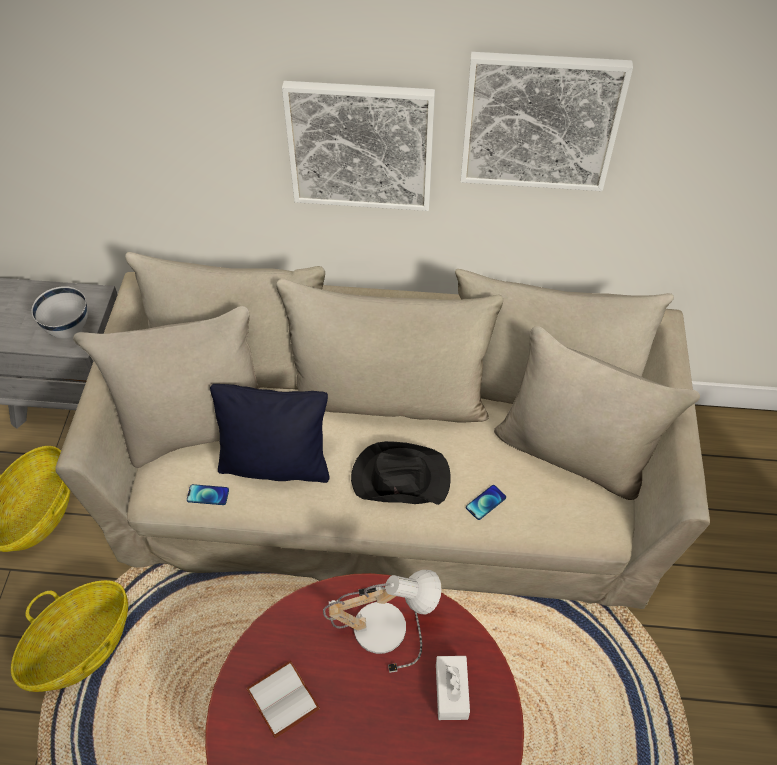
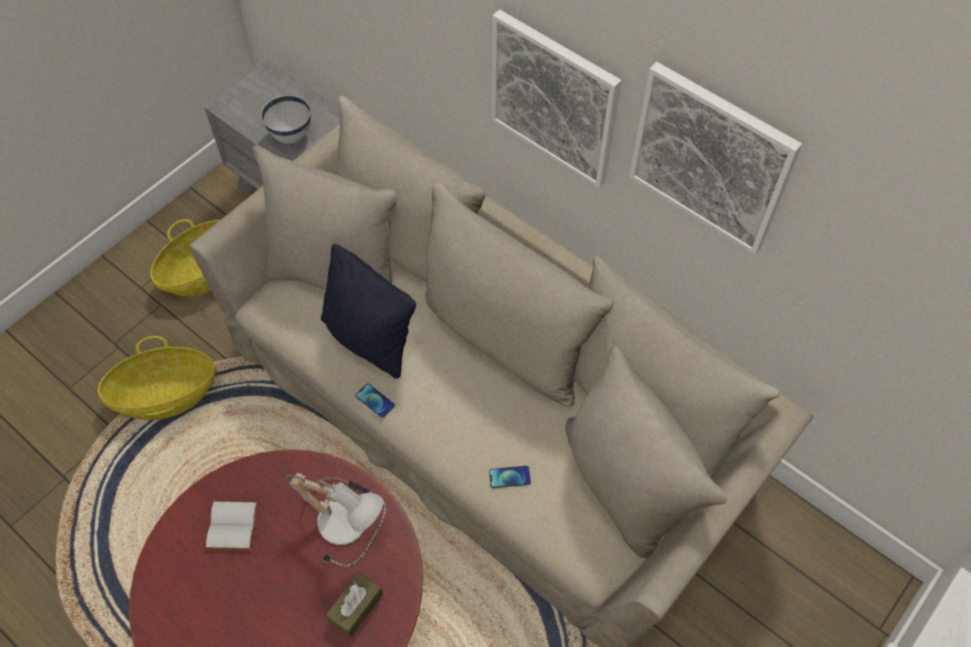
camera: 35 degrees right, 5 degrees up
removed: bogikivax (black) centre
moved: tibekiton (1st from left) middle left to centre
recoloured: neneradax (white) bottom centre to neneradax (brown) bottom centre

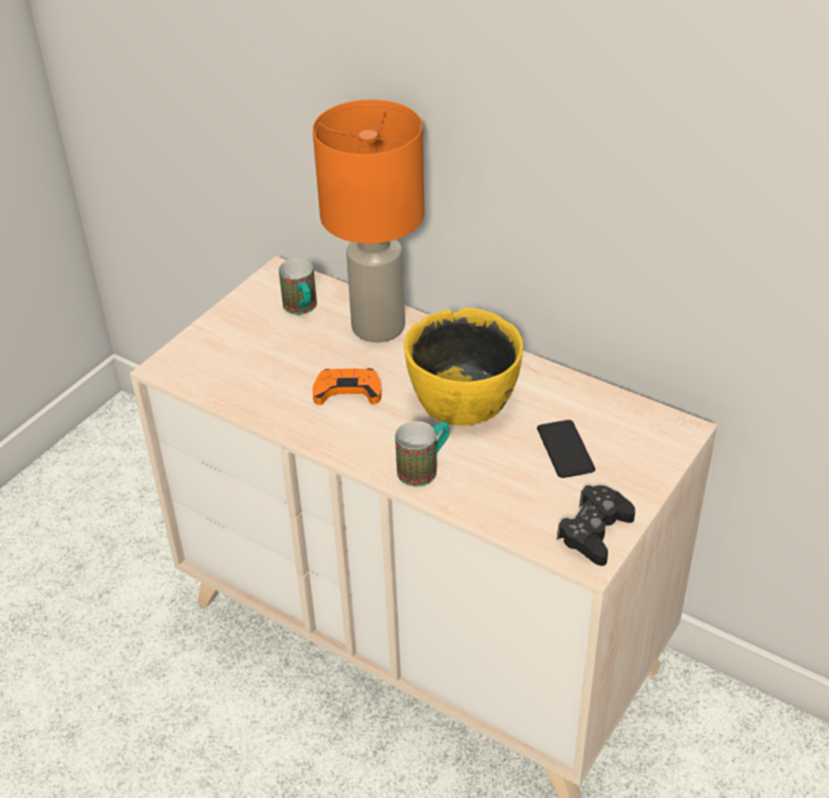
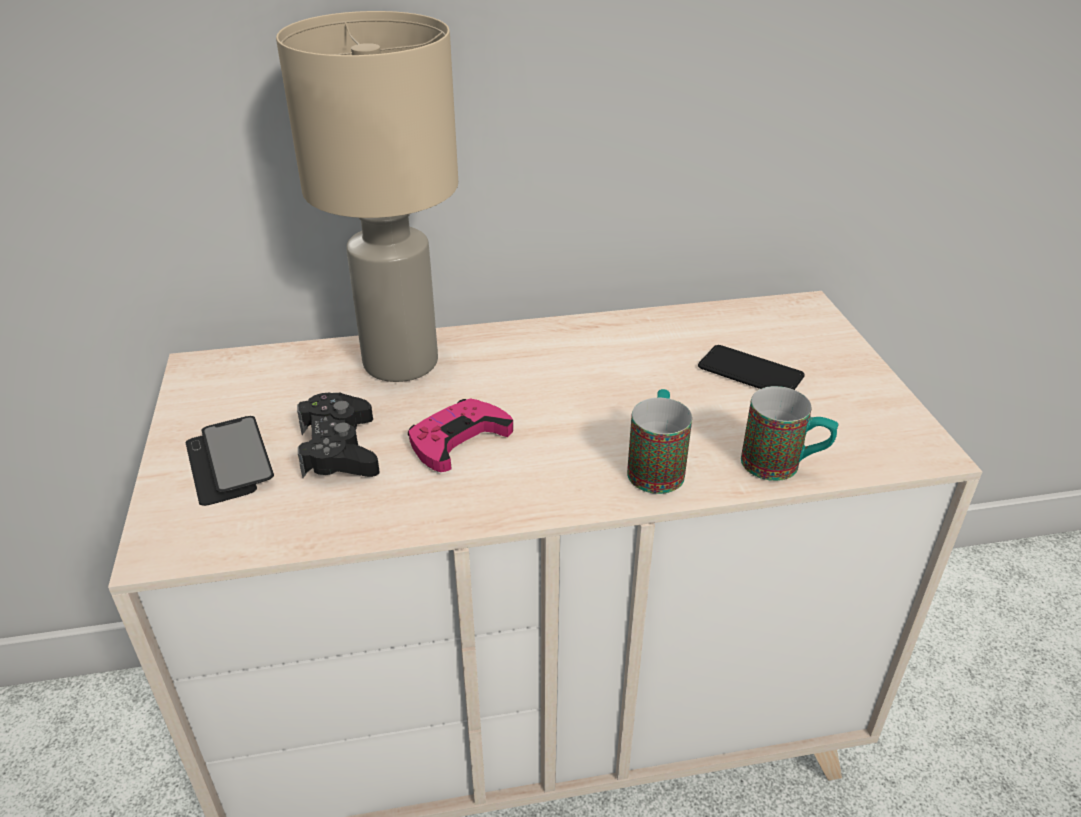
camera: 45 degrees left, 5 degrees down
removed: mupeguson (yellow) centre
added: tibekiton (1st from left) middle left
moved: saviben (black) middle right to middle left; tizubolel (1st from left in the first image) centre to tizubolel (2nd from left) middle right
recoloured: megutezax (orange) top centre to megutezax (beige) top centre; saviben (orange) centre to saviben (pink) centre

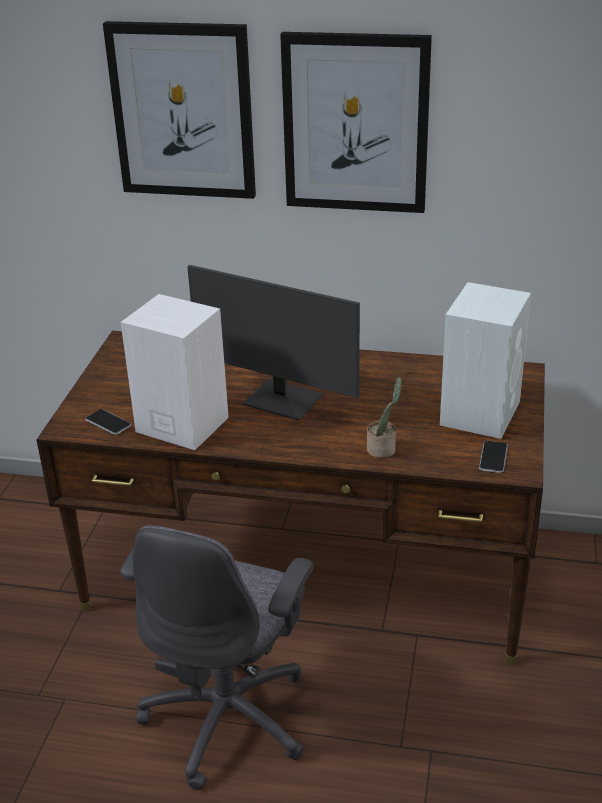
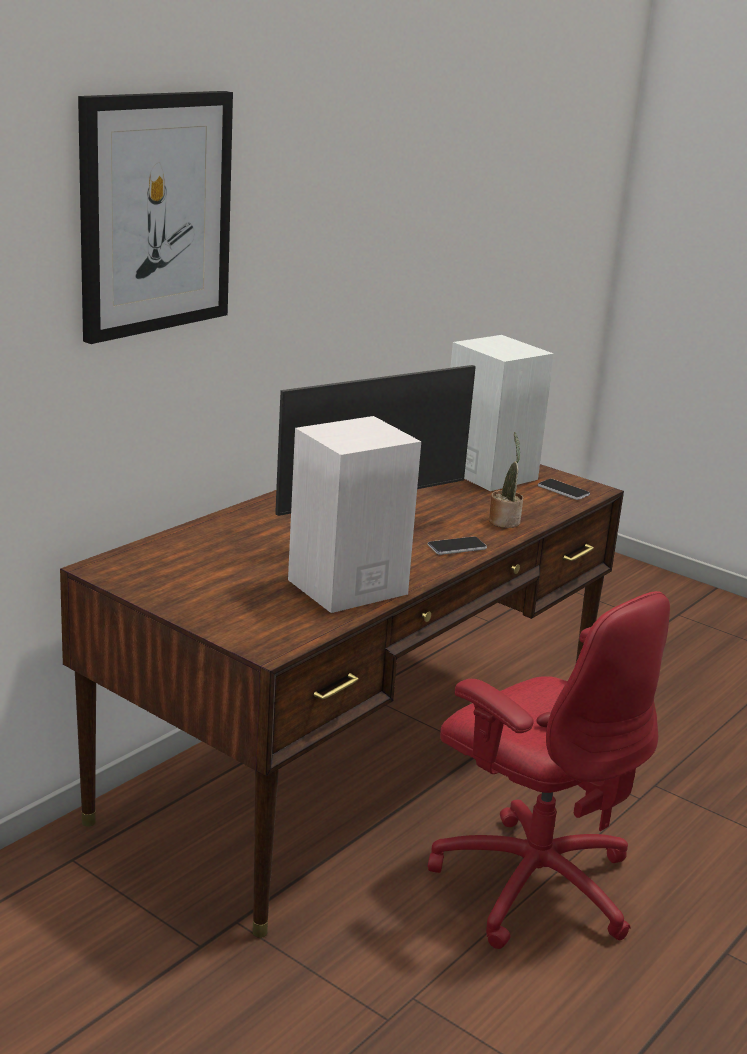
camera: 65 degrees left, 10 degrees down
removed: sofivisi (2nd from left) top centre
moved: tibekiton (1st from left) middle left to centre
recoloured: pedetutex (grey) bottom centre to pedetutex (red) bottom right

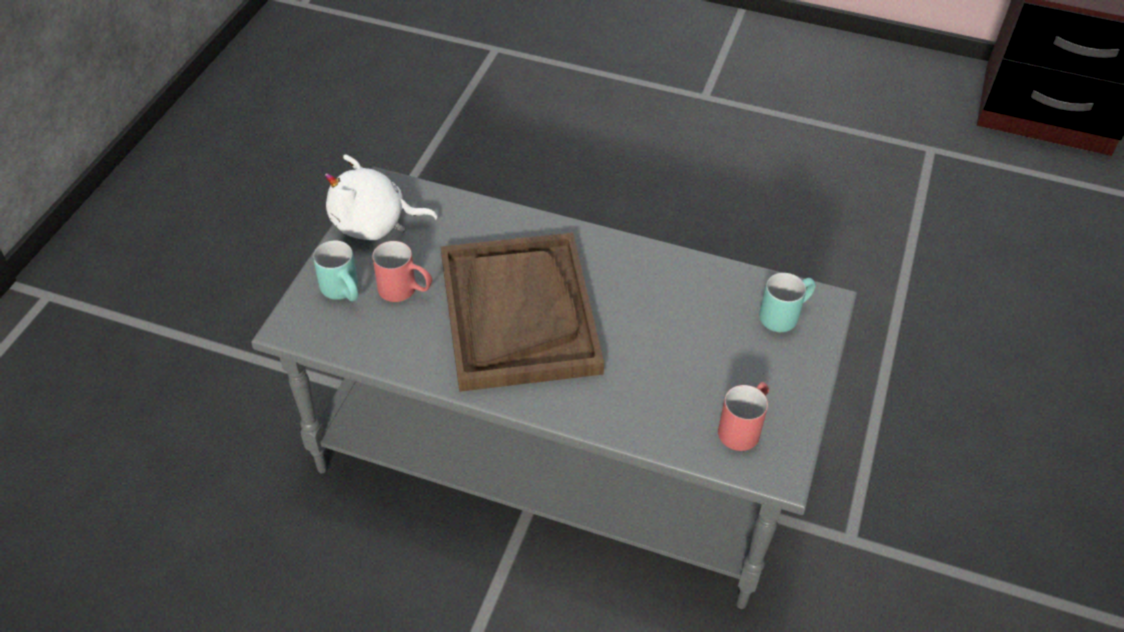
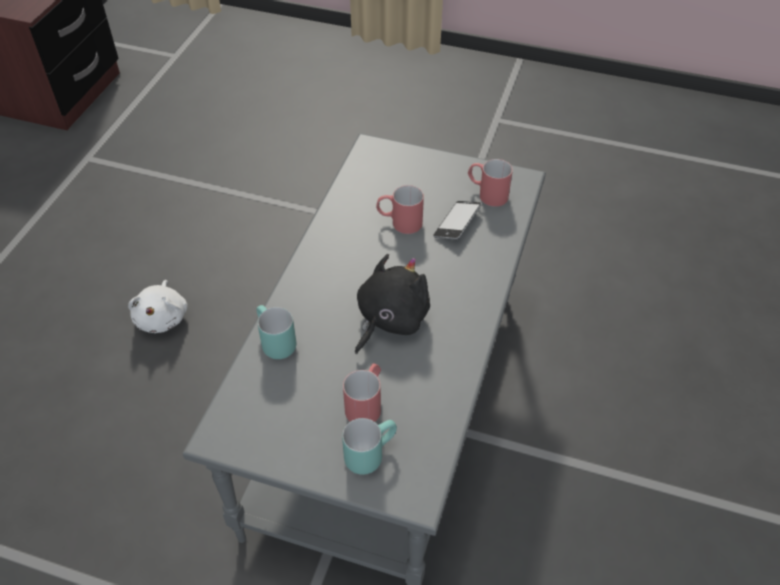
camera: 90 degrees left, 0 degrees up
added: tizubolel (red) (2nd from left) centre; tibekiton centre
moved: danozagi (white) top centre to middle left; tizubolel (turquoise) (2nd from left in the first image) middle right to tizubolel (turquoise) (1st from left) centre
replaced: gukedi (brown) centre to danozagi (black) centre

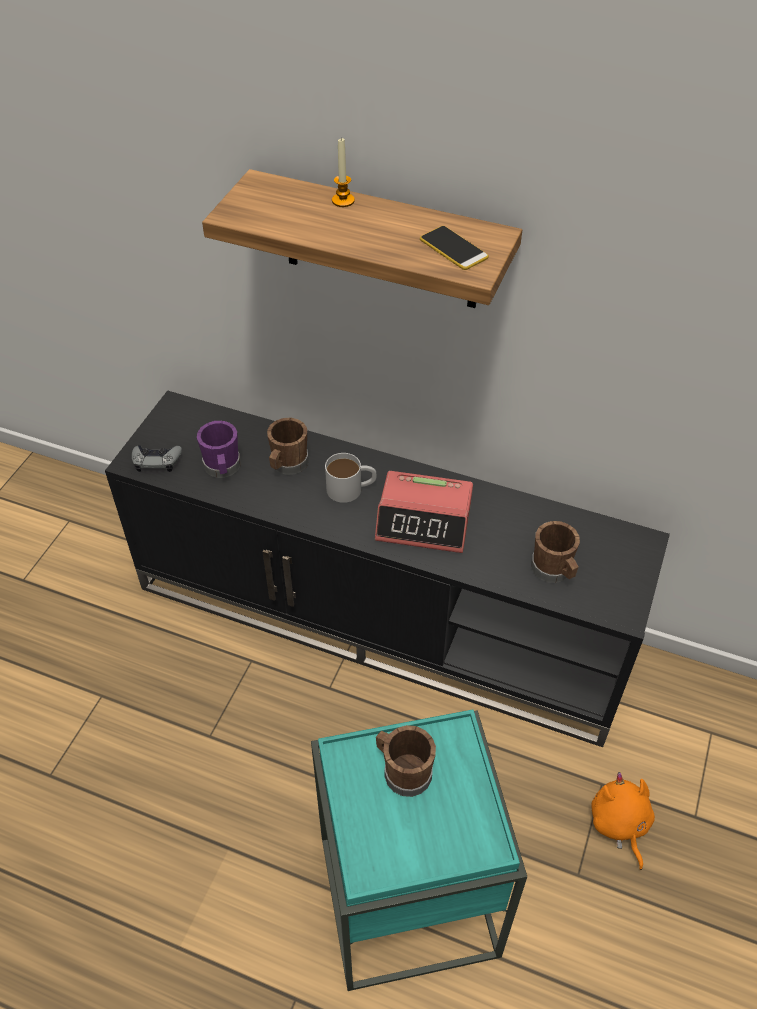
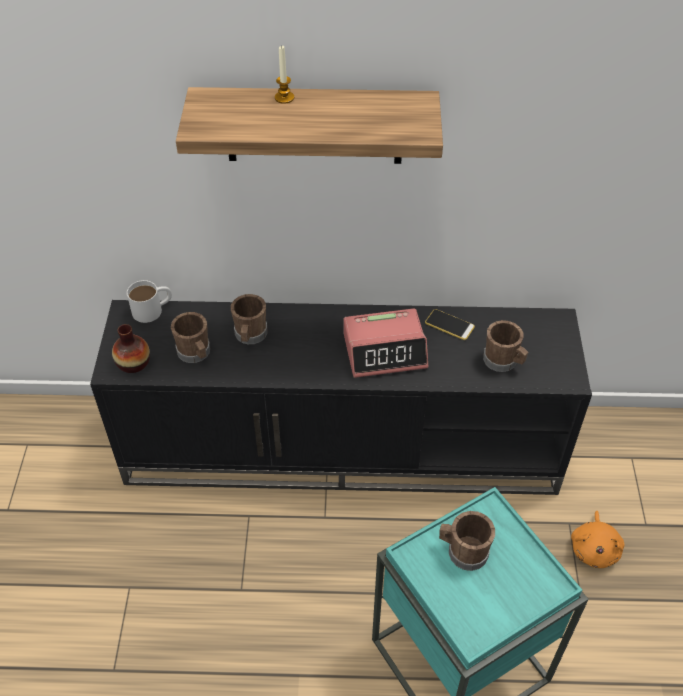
camera: 20 degrees left, 0 degrees up
moved: tizubolel (white) centre to middle left; tibekiton top centre to centre
replaced: saviben (grey) middle left to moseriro middle left
recoloured: tizubolel (purple) middle left to tizubolel (brown) (1st from left) middle left
turned: danozagi (orange) bottom right = bottom right 135 degrees counterclockwise

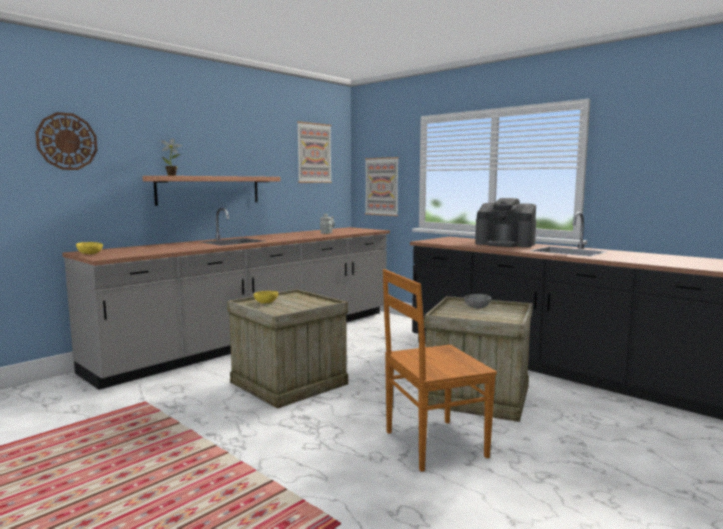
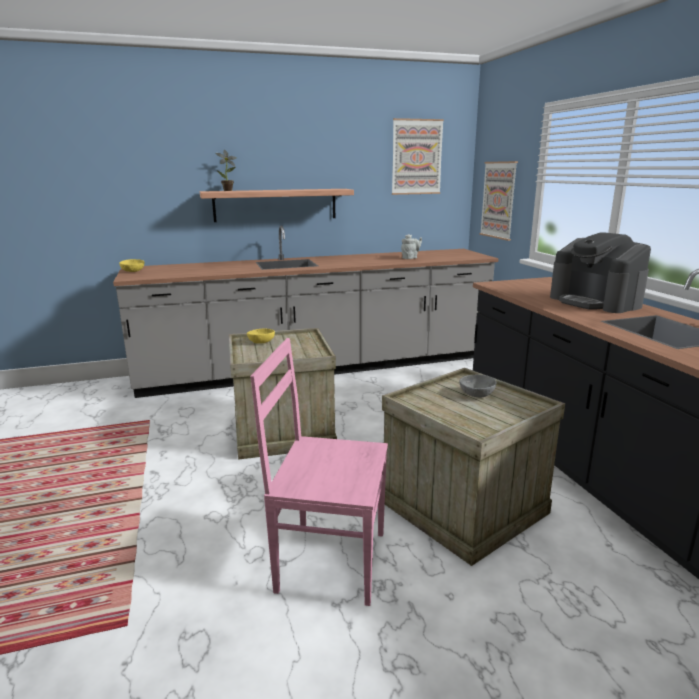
camera: 30 degrees right, 10 degrees up
removed: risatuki top left
recoloured: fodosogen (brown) bottom centre to fodosogen (pink) bottom centre

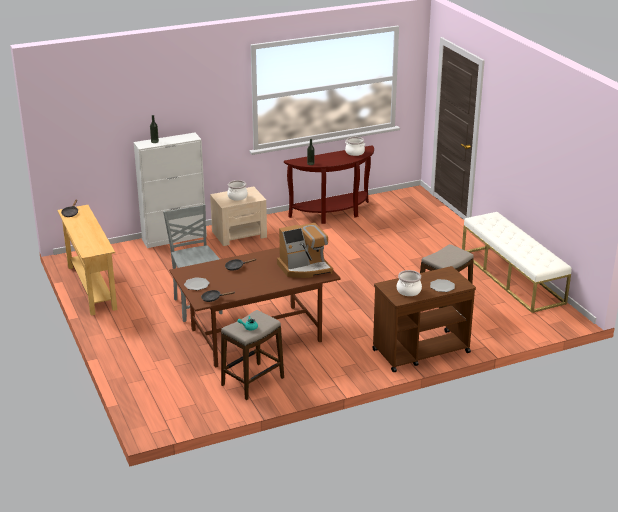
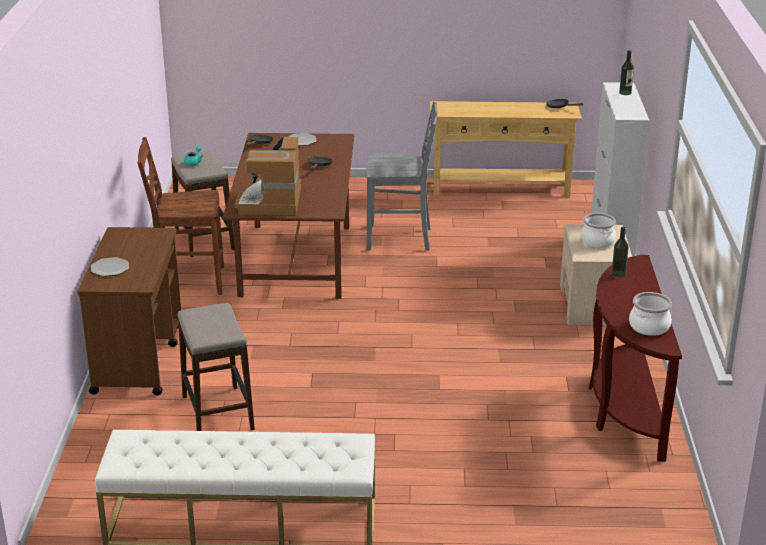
camera: 115 degrees right, 0 degrees up
removed: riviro (3rd from left) centre
added: fodosogen (brown) middle left

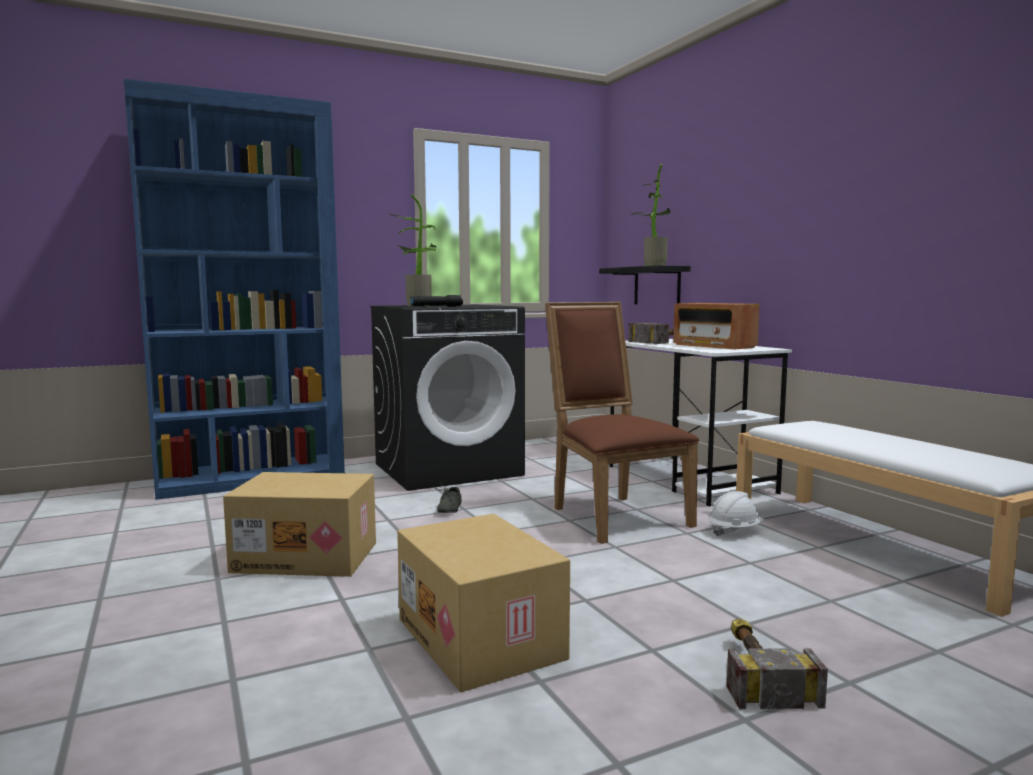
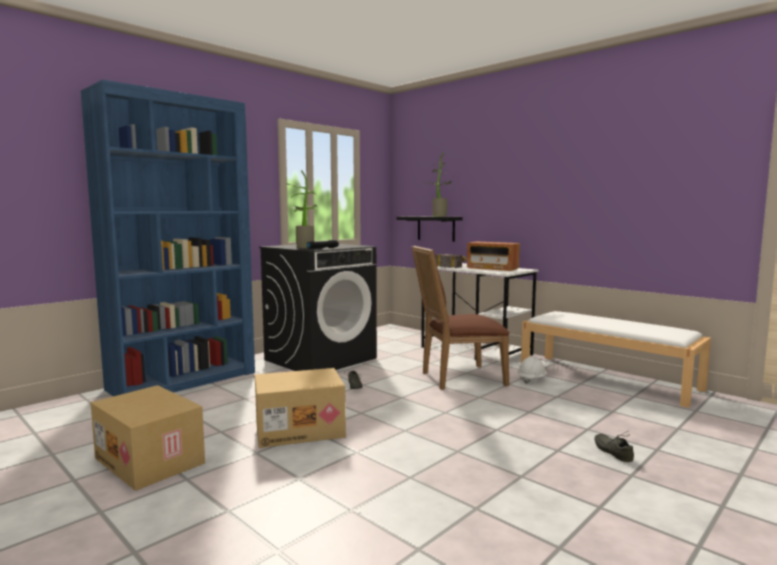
camera: 20 degrees left, 0 degrees up
moved: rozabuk (2nd from left in the first image) bottom centre to rozabuk (1st from left) bottom left
replaced: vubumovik (2nd from left) bottom right to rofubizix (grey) (2nd from left) bottom right
turned: fodosogen (brown) centre = centre 60 degrees counterclockwise

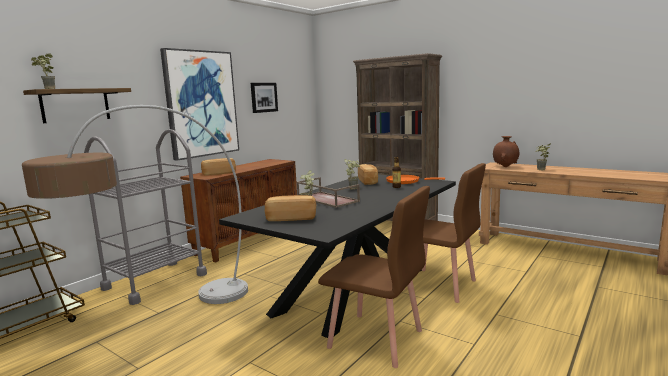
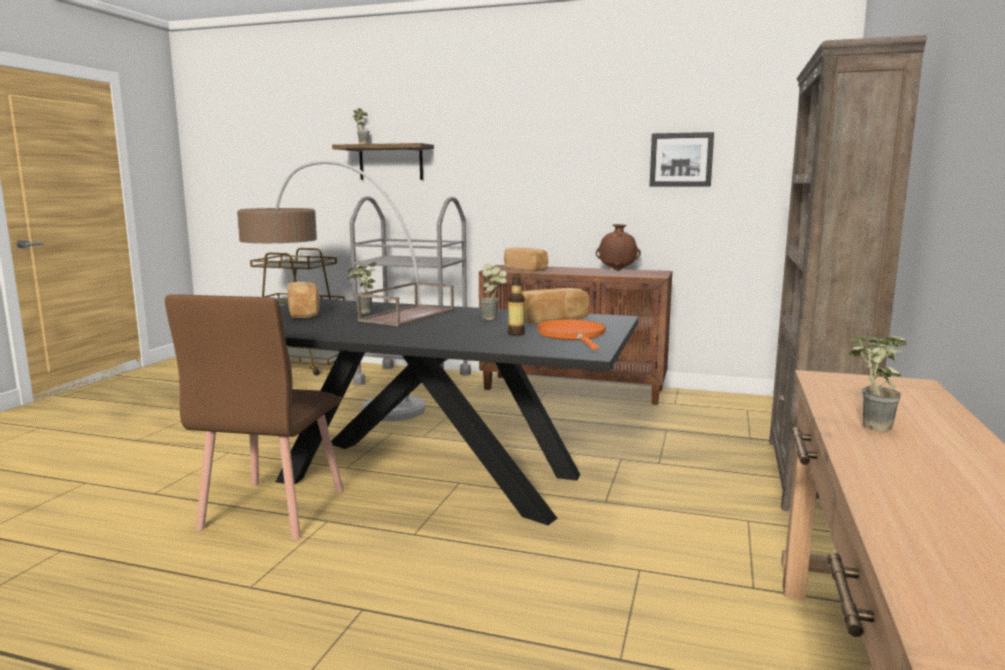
camera: 70 degrees right, 0 degrees up
removed: sofivisi (1st from left) top left; fodosogen (brown) (2nd from left) centre
moved: moseriro (brown) middle right to centre

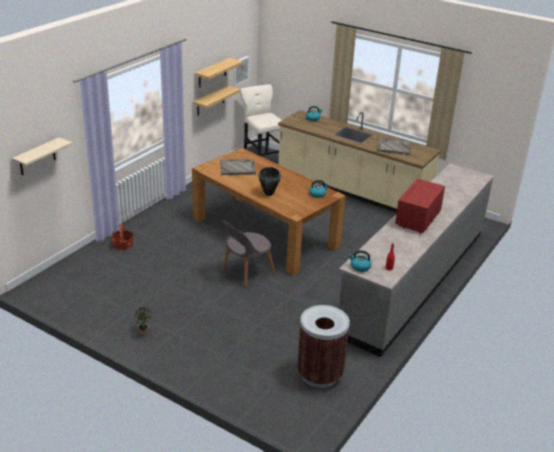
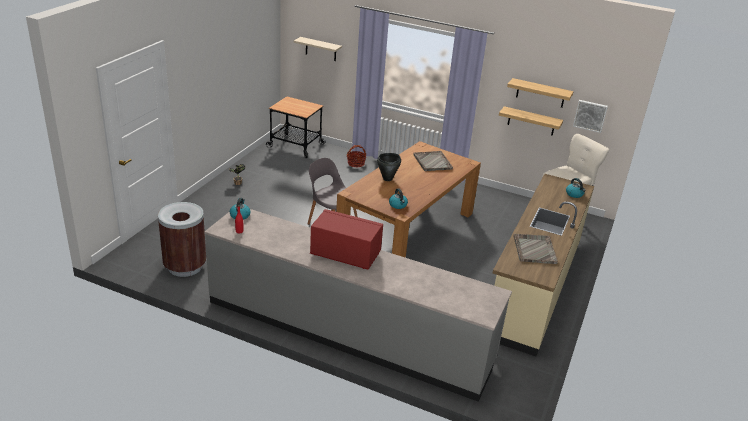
camera: 80 degrees right, 0 degrees up
added: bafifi top centre

